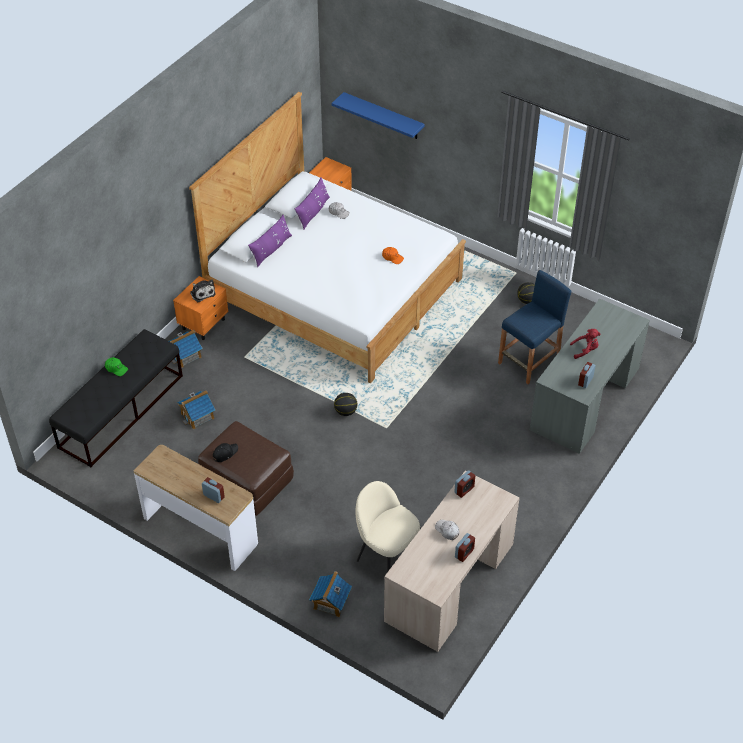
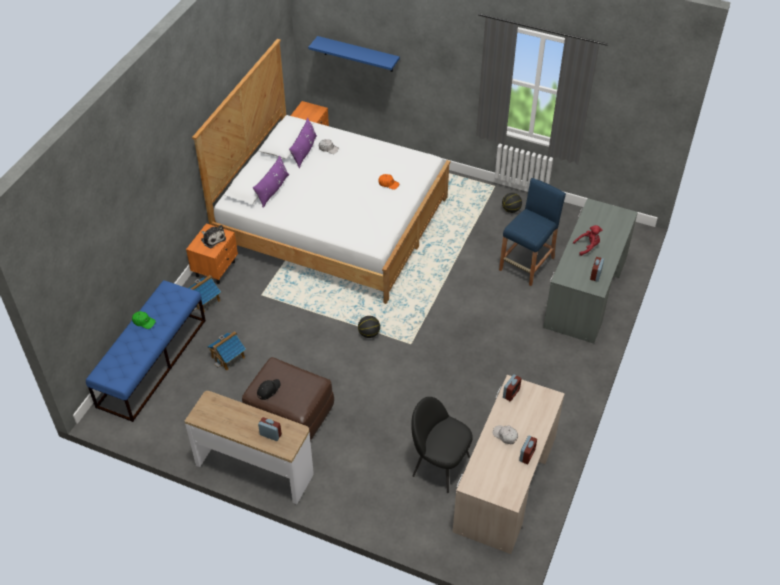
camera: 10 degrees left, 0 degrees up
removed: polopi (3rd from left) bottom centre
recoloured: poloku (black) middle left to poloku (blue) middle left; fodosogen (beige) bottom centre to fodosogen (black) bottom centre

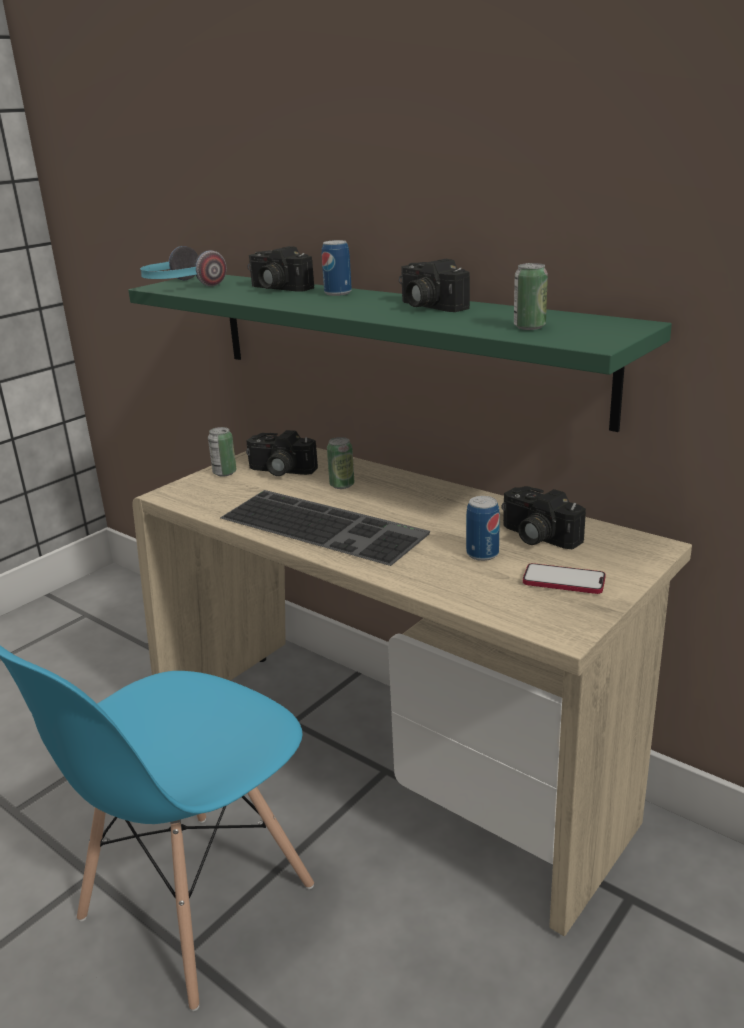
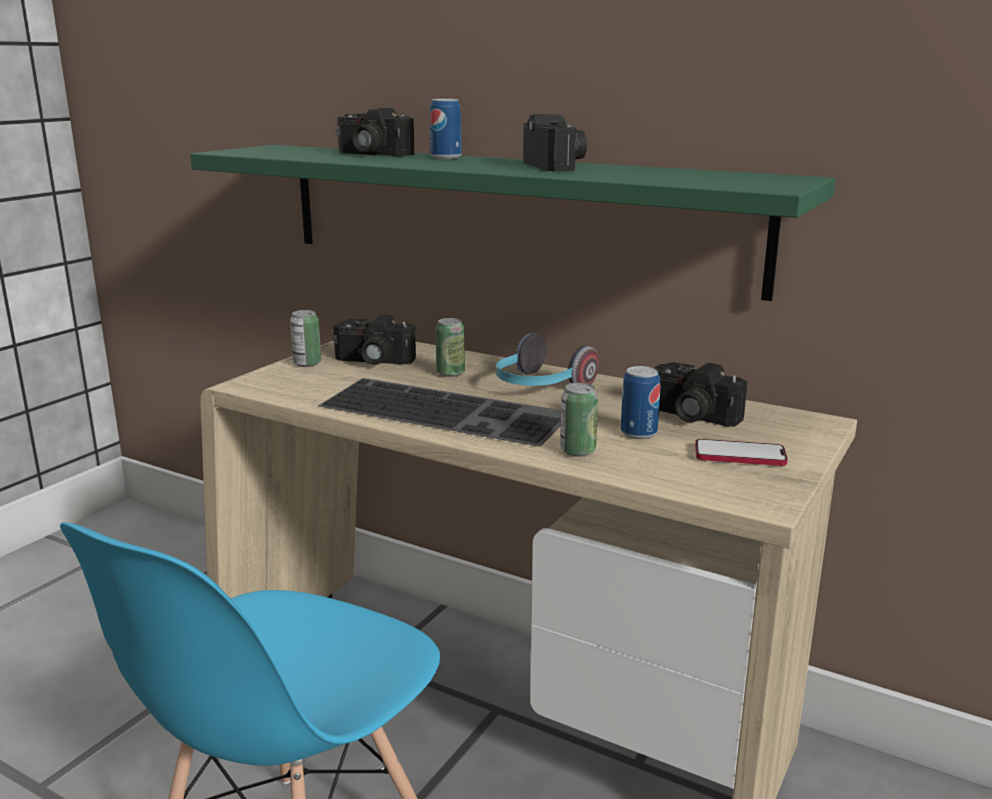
camera: 10 degrees left, 5 degrees down
moved: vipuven top left to centre; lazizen (5th from left in the first image) top right to lazizen (4th from left) centre
turned: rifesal (3rd from left) top centre = top centre 150 degrees counterclockwise

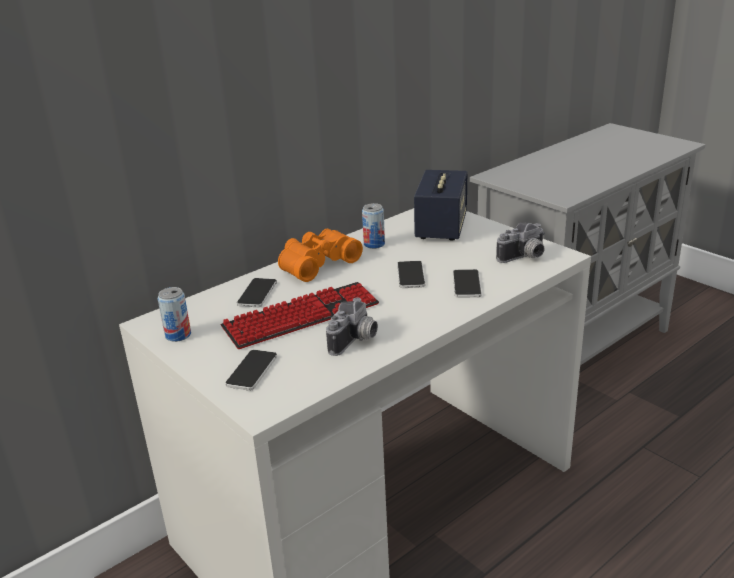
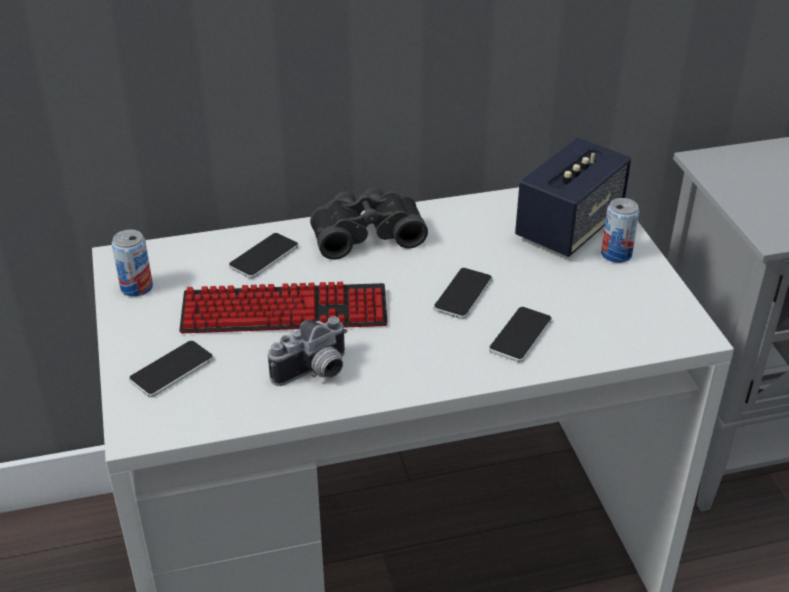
camera: 25 degrees right, 10 degrees up
removed: rifesal (2nd from left) middle right
moved: lazizen (2nd from left) centre to middle right
recoloured: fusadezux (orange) centre to fusadezux (black) centre

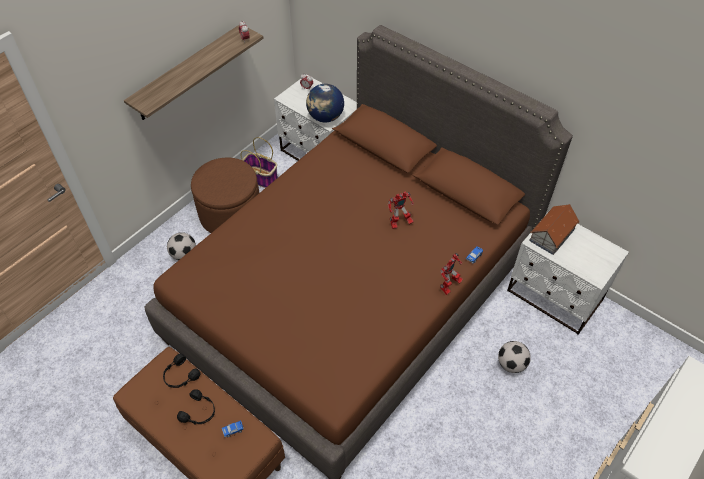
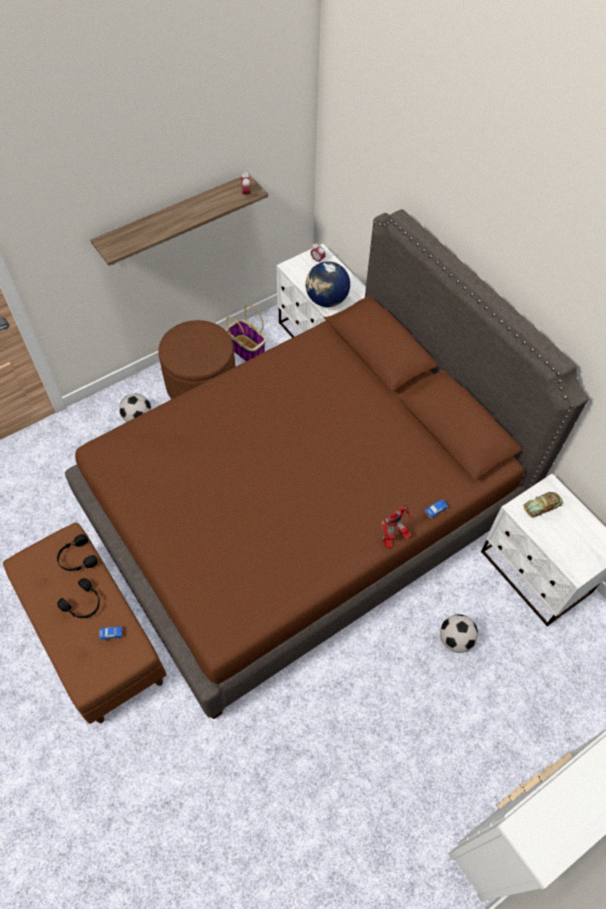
camera: 15 degrees right, 5 degrees up
removed: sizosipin (1st from left) centre
replaced: polopi middle right to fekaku (3rd from left) middle right

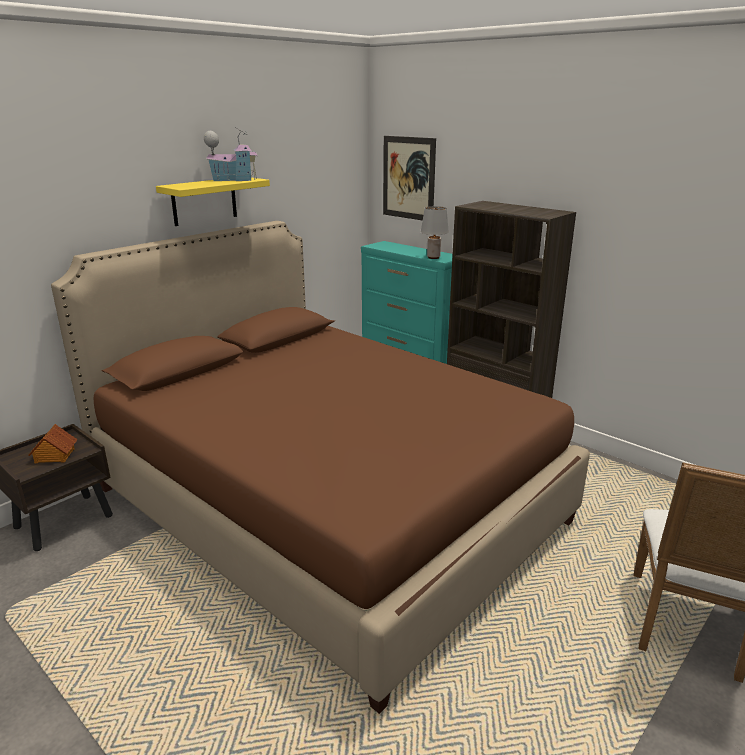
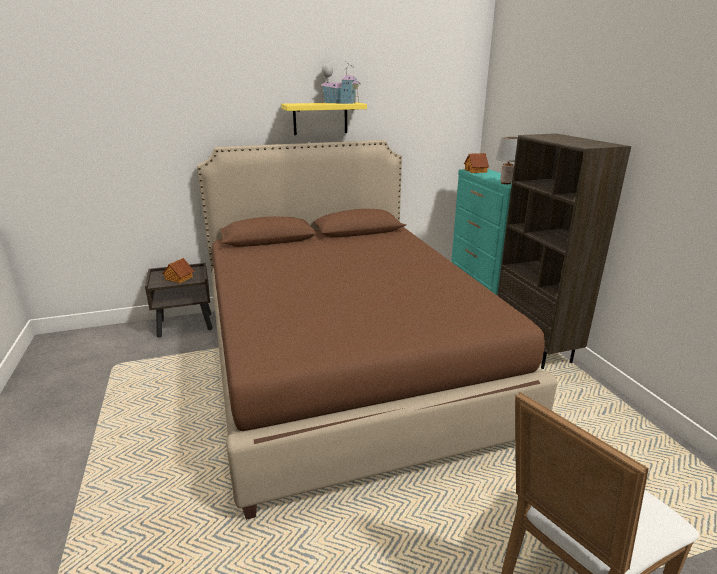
camera: 30 degrees right, 0 degrees up
removed: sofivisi top centre
added: polopi (3rd from left) top centre

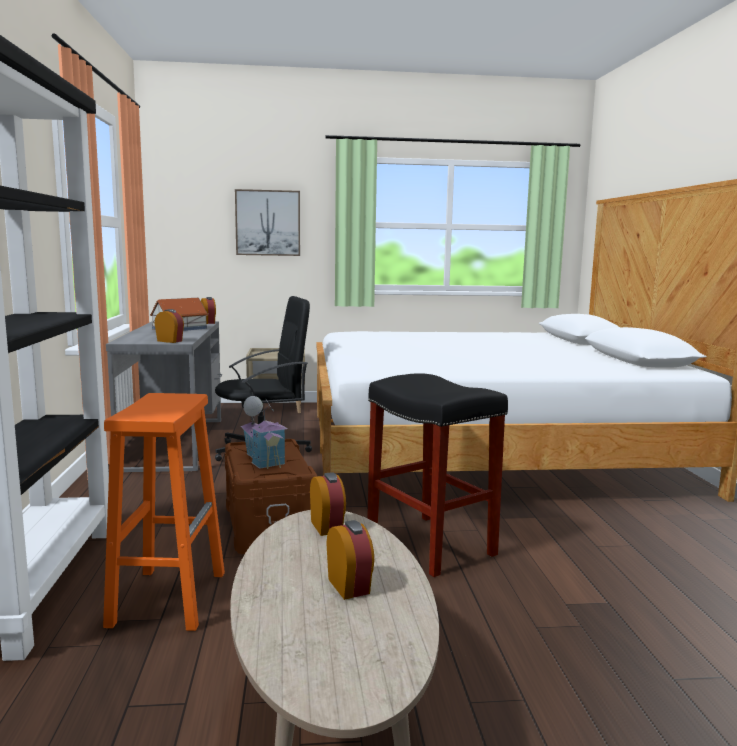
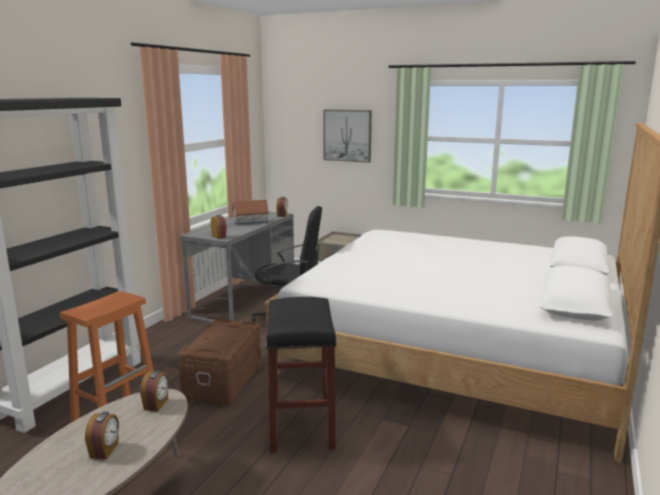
camera: 30 degrees right, 5 degrees up
removed: polopi (2nd from left) centre

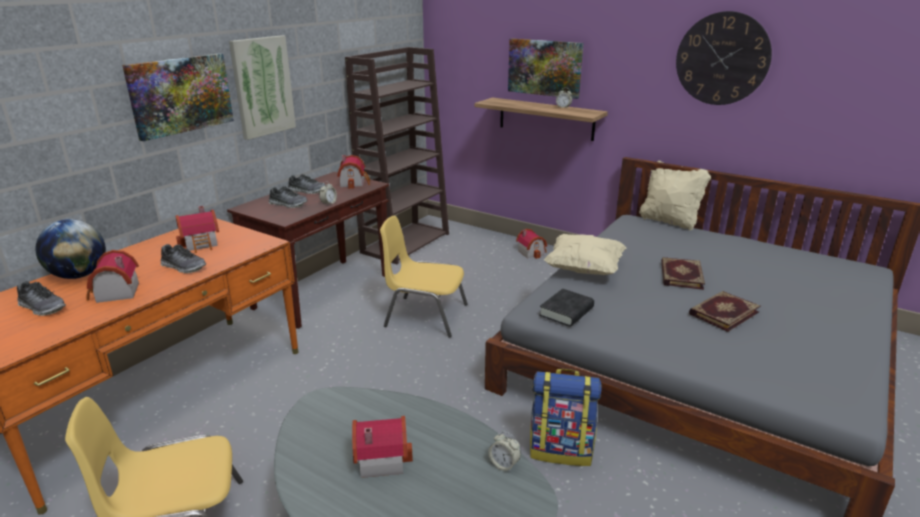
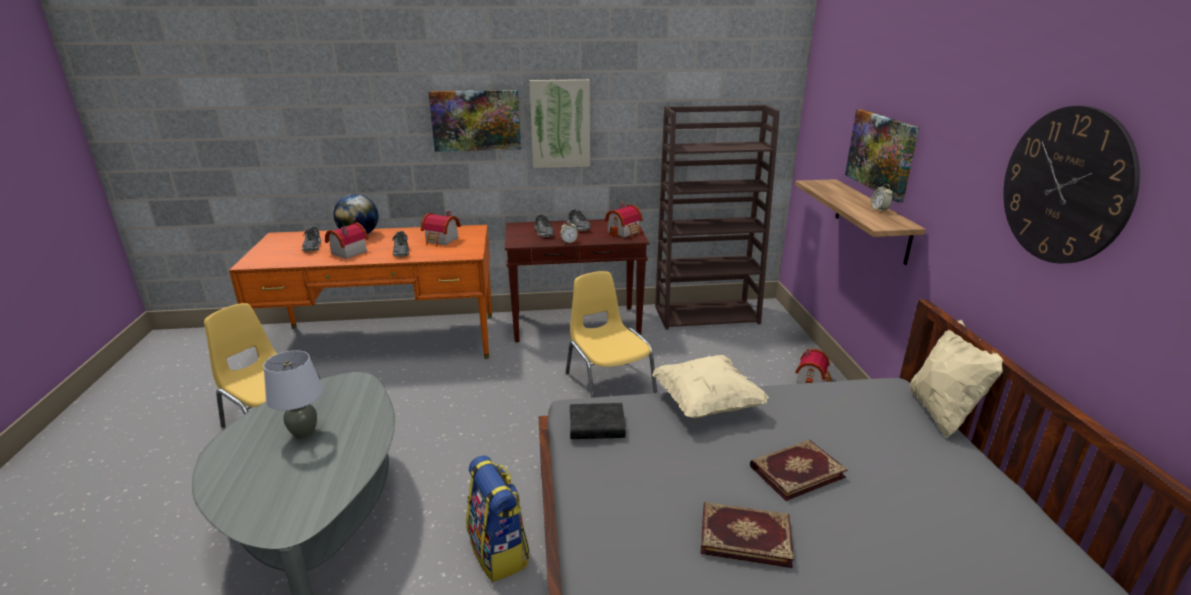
camera: 50 degrees right, 0 degrees up
removed: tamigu (2nd from left) bottom centre
replaced: polopi (4th from left) bottom centre to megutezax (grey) middle left

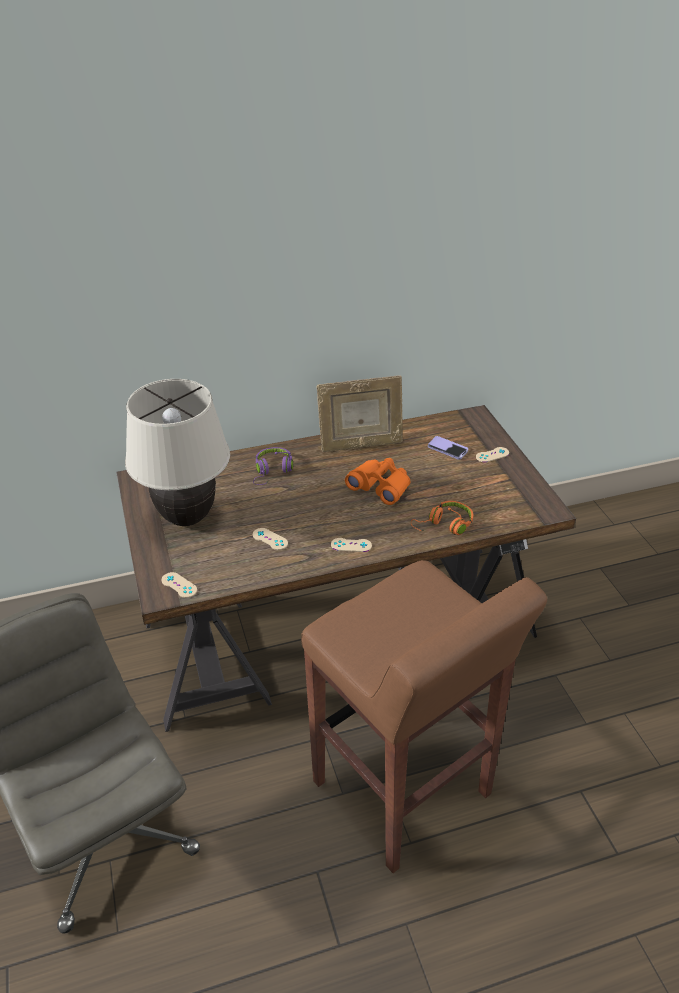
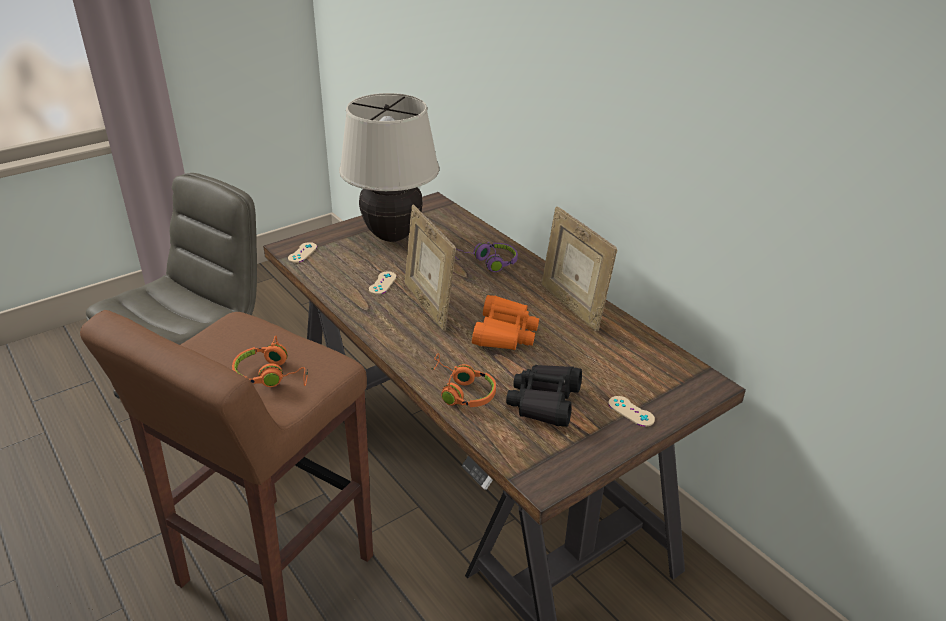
camera: 70 degrees right, 5 degrees down
removed: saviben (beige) (3rd from left) centre; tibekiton centre
added: vipuven (orange) (1st from left) middle left; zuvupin (1st from left) centre; fusadezux (black) centre

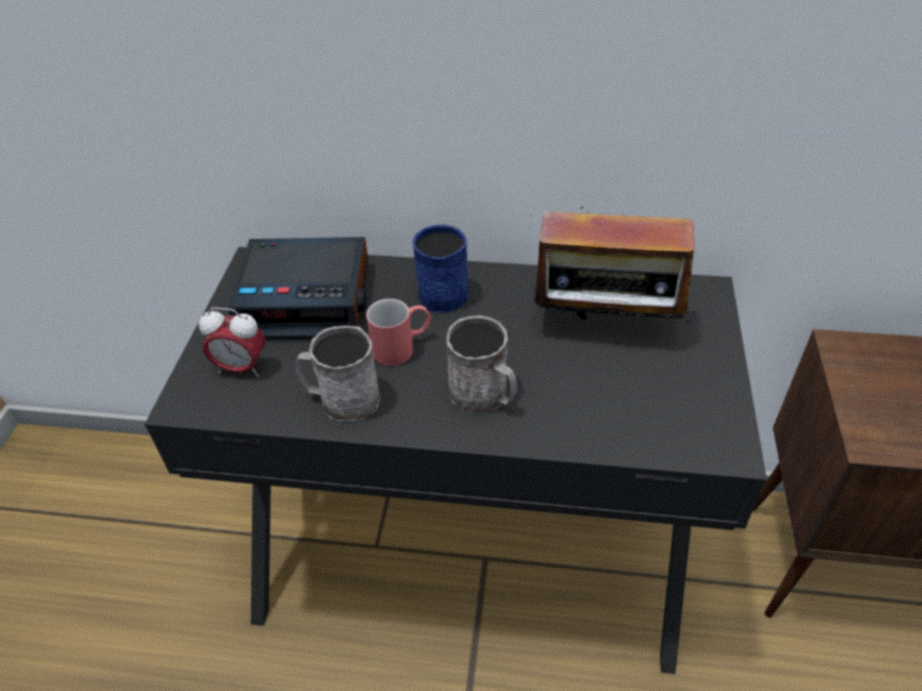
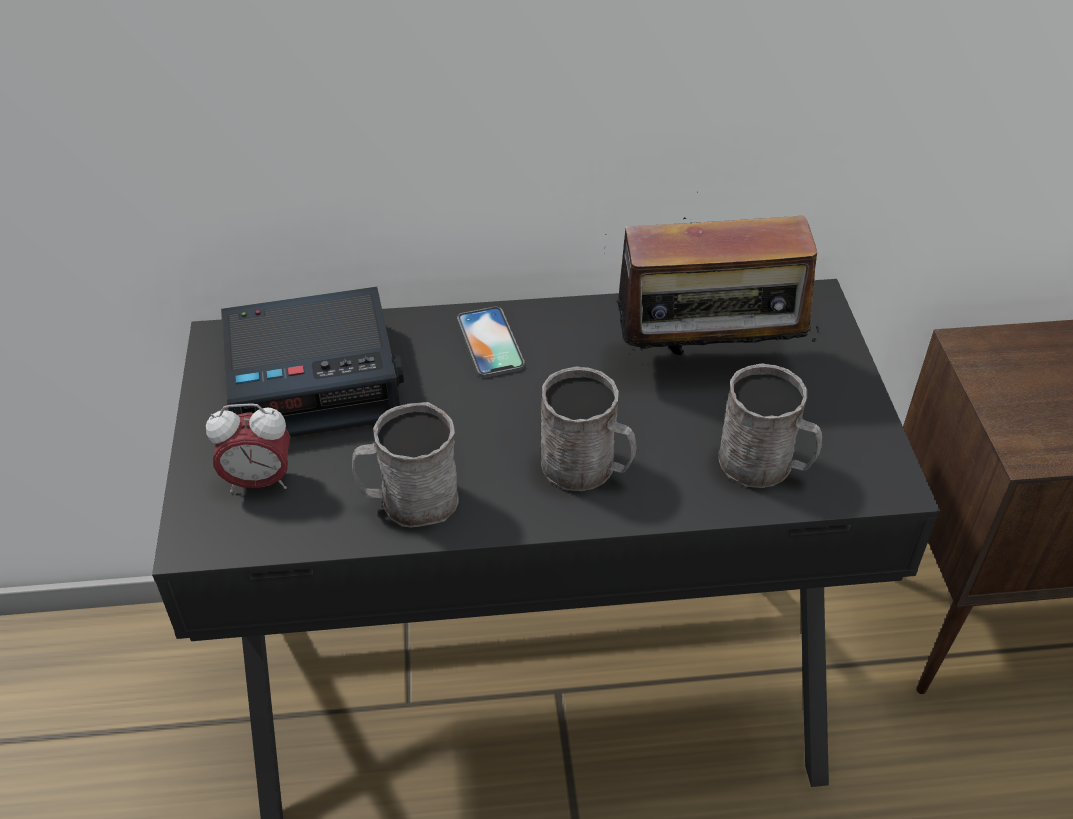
camera: 15 degrees left, 0 degrees up
removed: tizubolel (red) centre
added: tizubolel (grey) (3rd from left) middle right
replaced: tizubolel (blue) centre to tibekiton centre

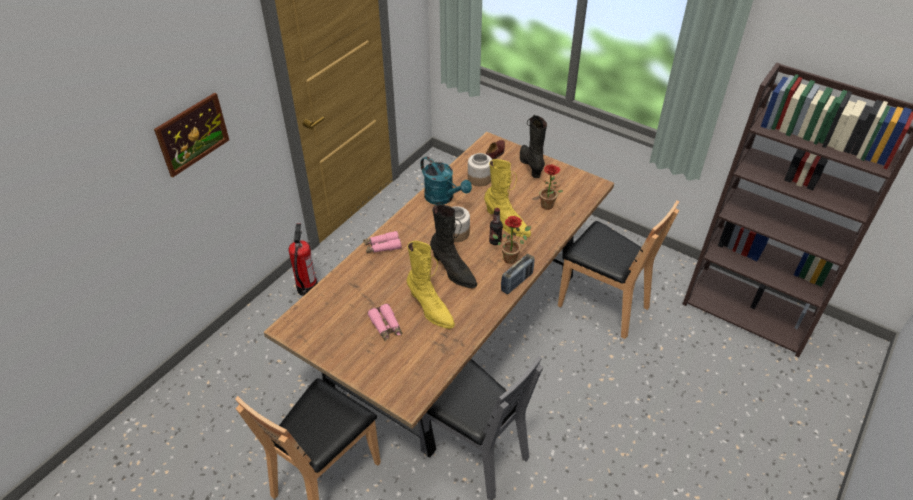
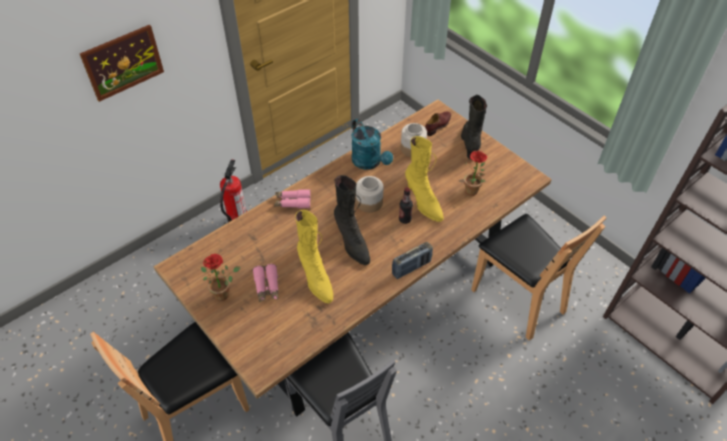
camera: 15 degrees right, 5 degrees up
moved: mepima (1st from left) centre to middle left

